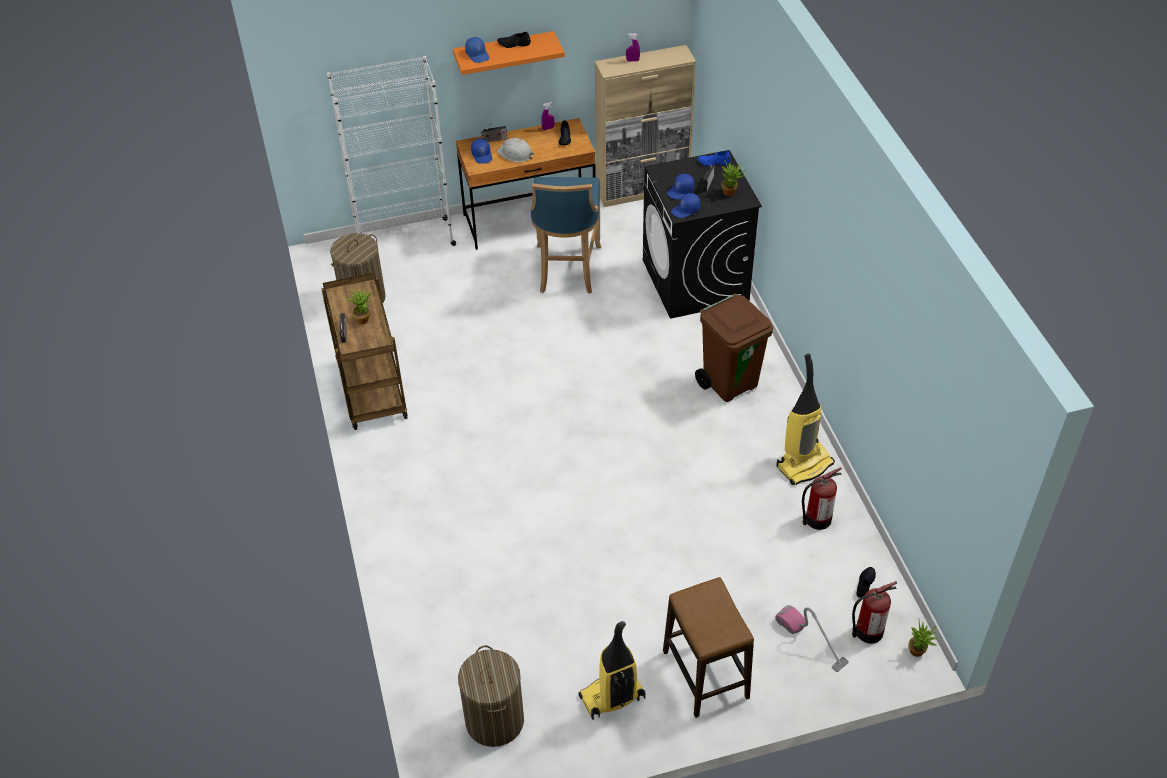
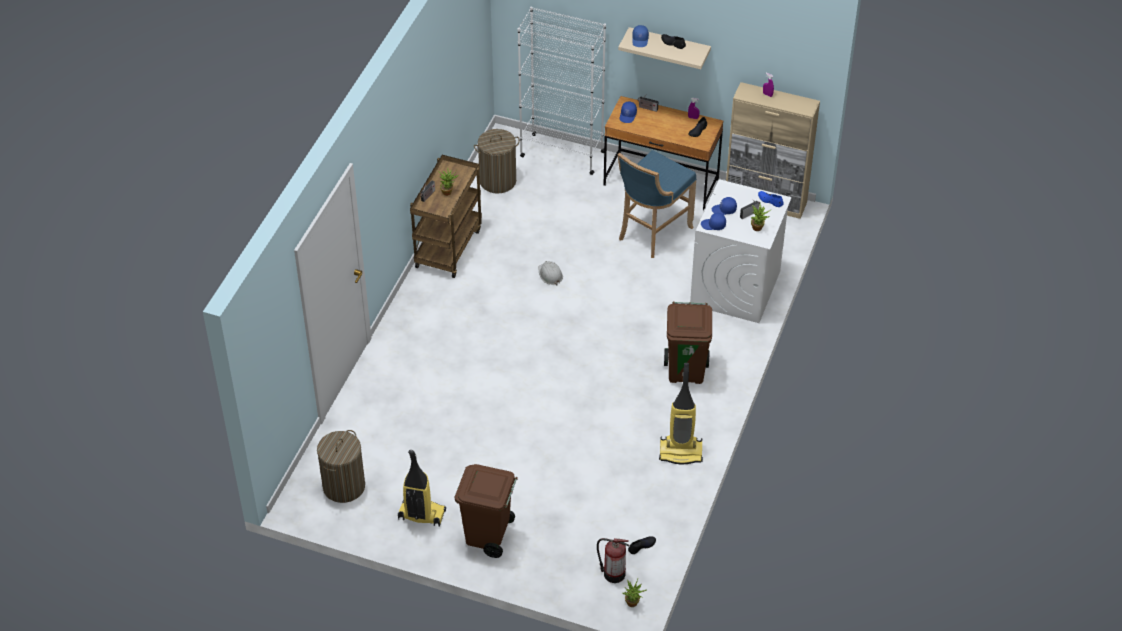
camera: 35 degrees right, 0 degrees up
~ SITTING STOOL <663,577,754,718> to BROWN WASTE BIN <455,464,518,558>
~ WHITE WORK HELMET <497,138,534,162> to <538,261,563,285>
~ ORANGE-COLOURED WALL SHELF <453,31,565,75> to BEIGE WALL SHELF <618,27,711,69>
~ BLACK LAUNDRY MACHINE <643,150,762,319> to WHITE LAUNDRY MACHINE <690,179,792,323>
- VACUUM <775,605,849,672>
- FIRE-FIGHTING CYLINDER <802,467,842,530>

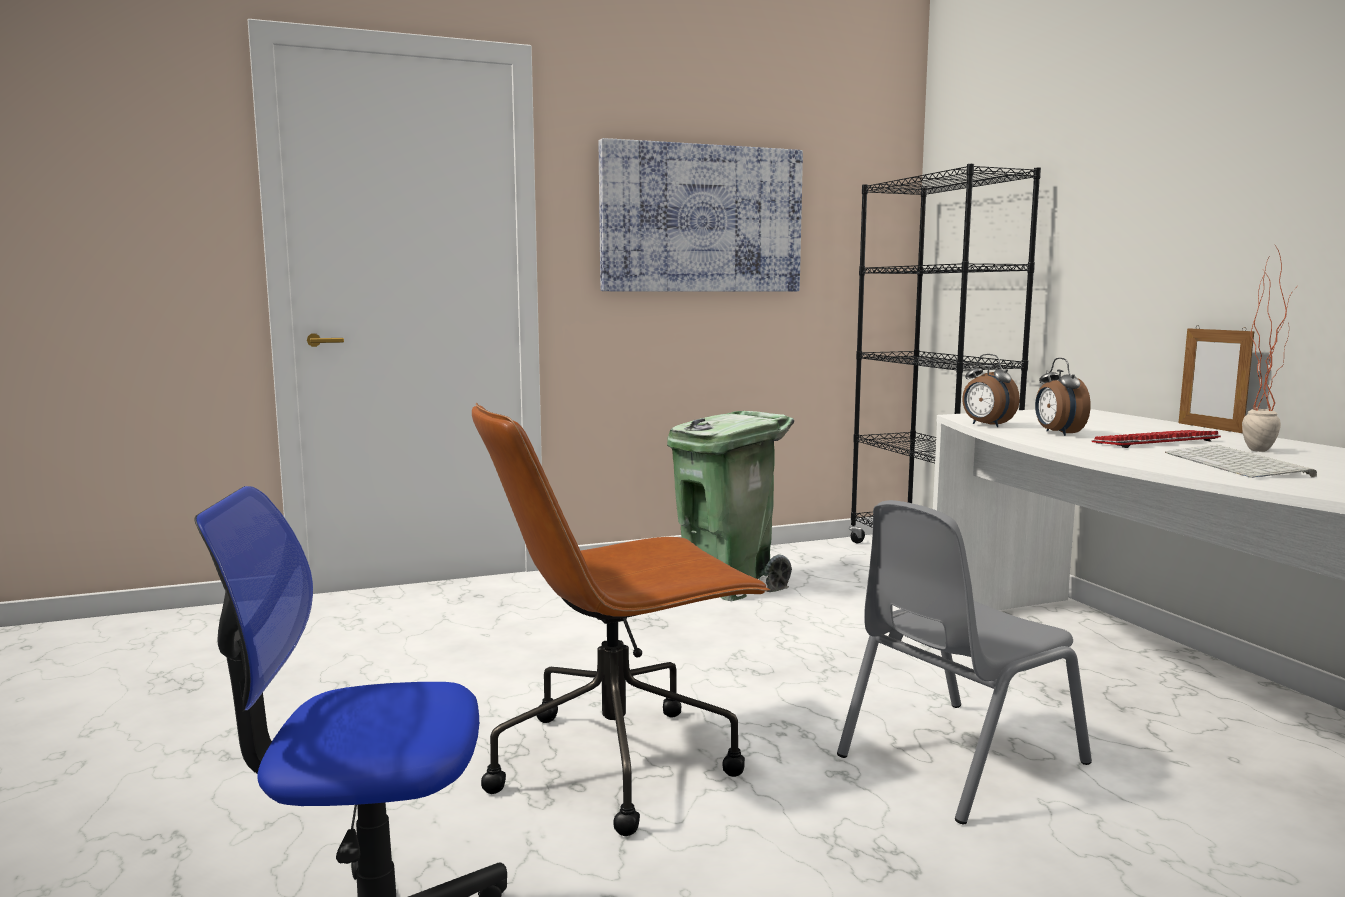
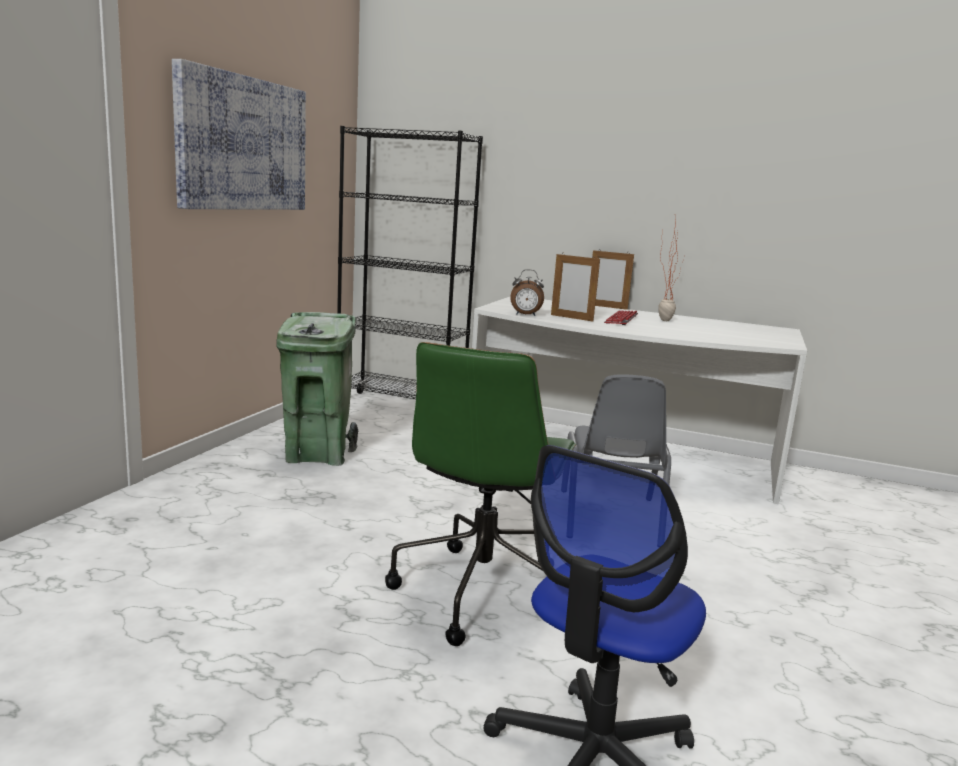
camera: 50 degrees left, 5 degrees up
~ BROWN OFFICE CHAIR <472,403,770,836> to GREENISH OFFICE CHAIR <385,342,577,646>
~ TABLE CLOCK <1035,358,1091,436> to PHOTO FRAME <551,254,600,321>
- COMPUTER KEYBOARD <1165,445,1317,478>

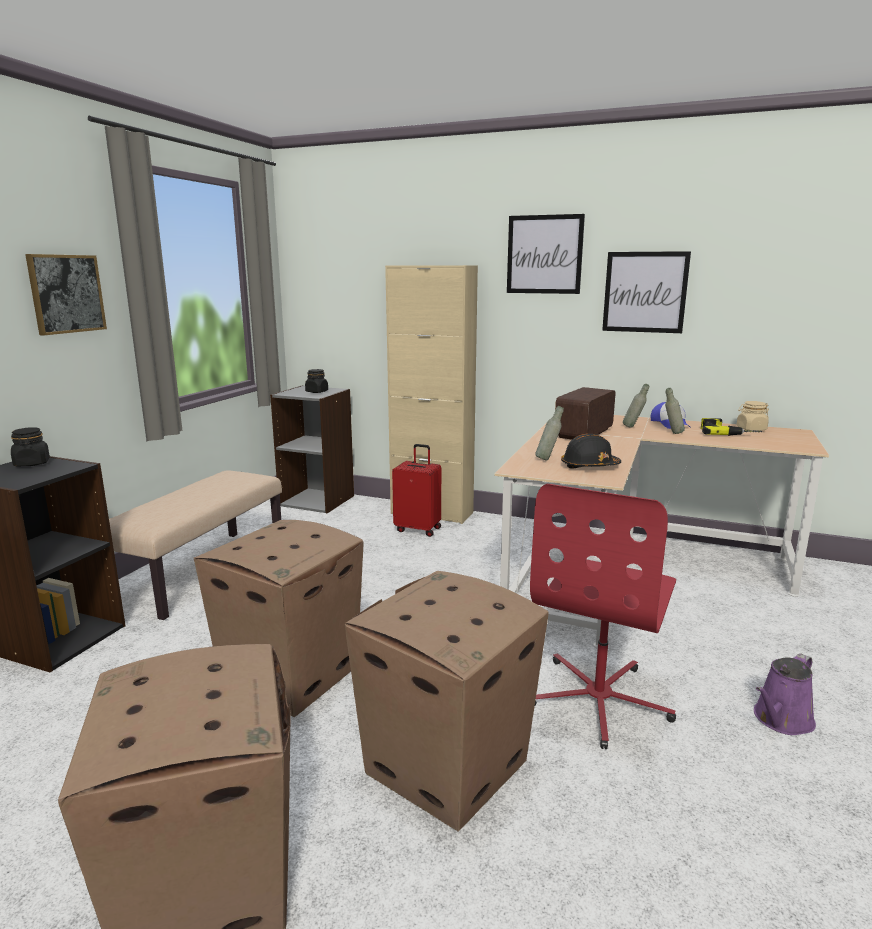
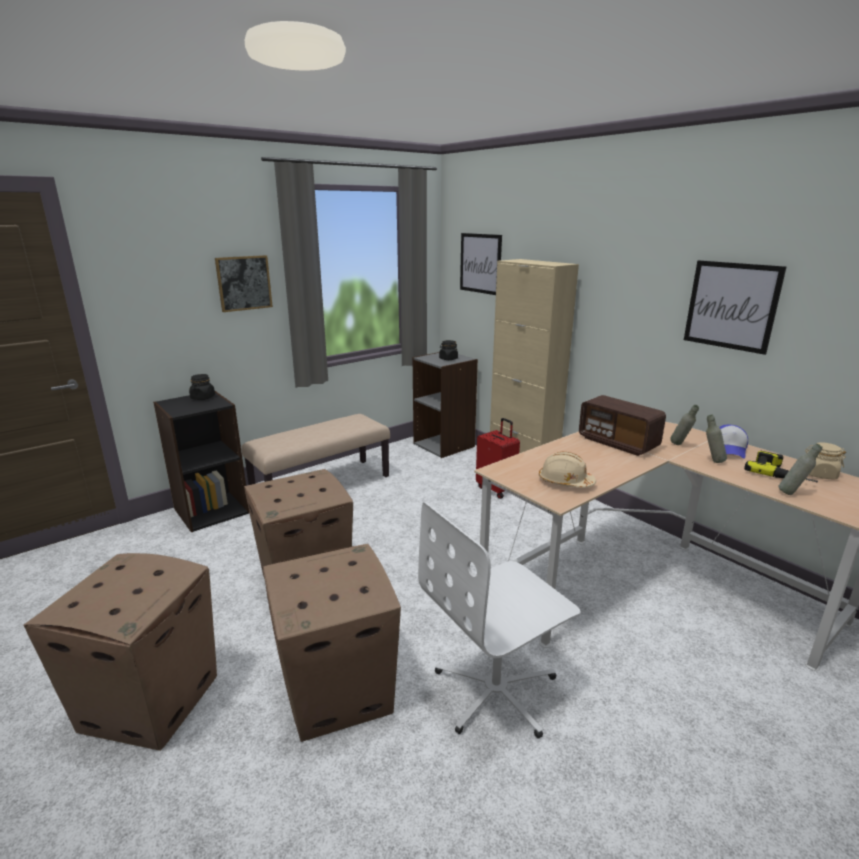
camera: 30 degrees right, 5 degrees up
~ REDDISH OFFICE CHAIR <530,484,676,749> to WHITE OFFICE CHAIR <418,502,581,739>
~ PICTURE <507,214,585,294> to <460,233,502,295>
~ BLACK WORK HELMET <561,434,621,469> to BEIGE WORK HELMET <539,451,596,488>
~ RADIO RECEIVER <555,387,615,440> = <579,395,666,456> 105 degrees counterclockwise
~ GREYISH DRINK BOTTLE <535,406,564,460> to <778,444,822,495>
- PURPLE WATERING CAN <754,653,816,735>

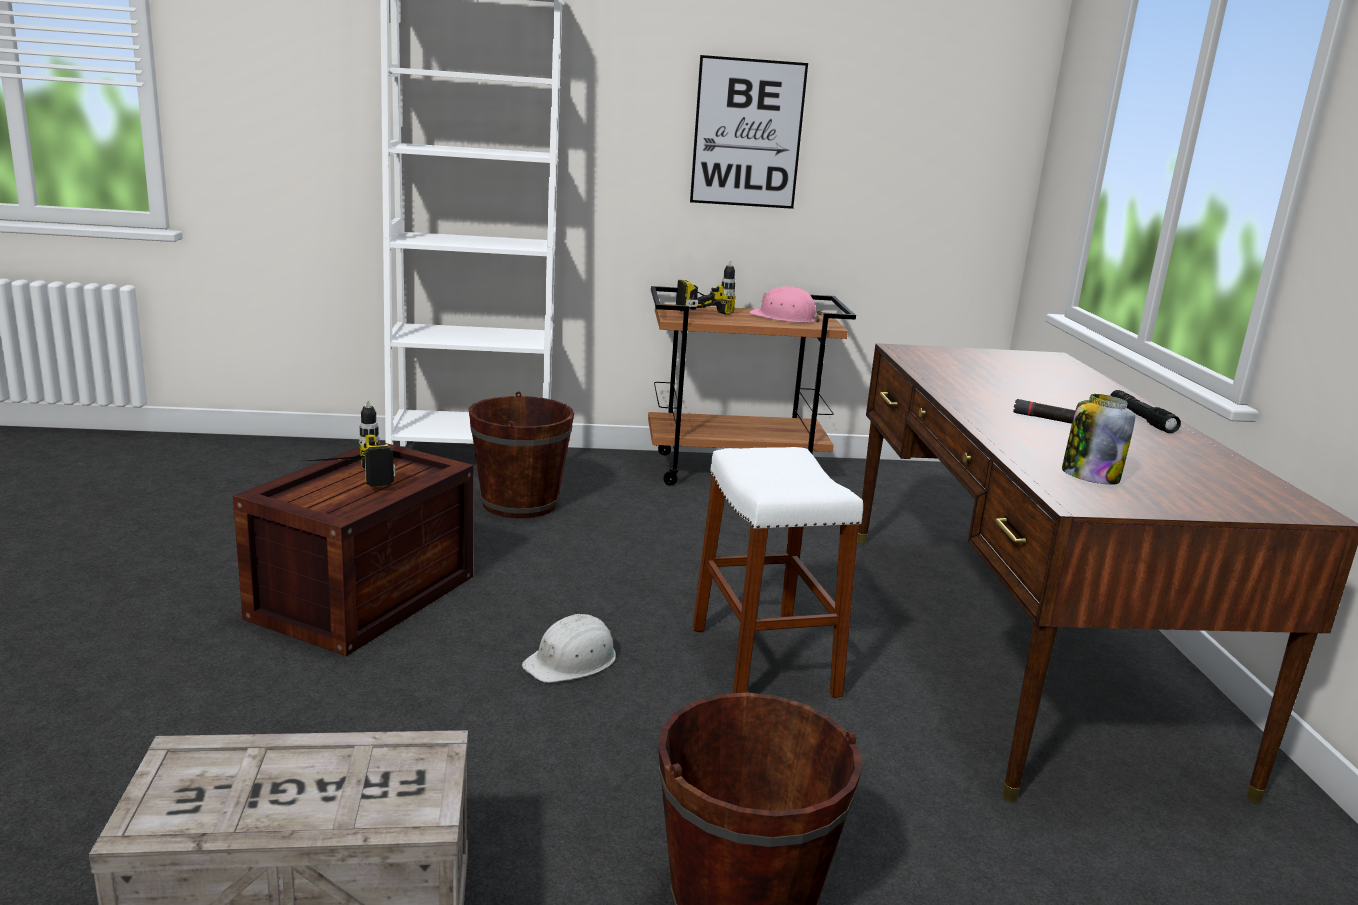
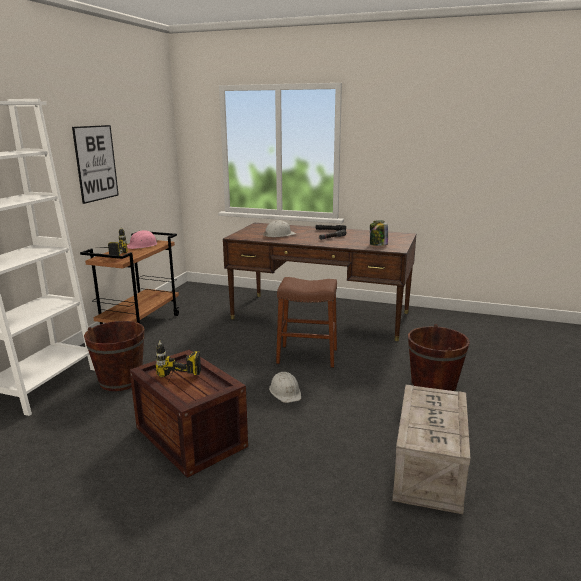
camera: 65 degrees left, 0 degrees up
+ WHITE WORK HELMET <263,221,296,237>
~ WHITE SITTING STOOL <693,447,863,698> to BROWN SITTING STOOL <276,277,337,368>

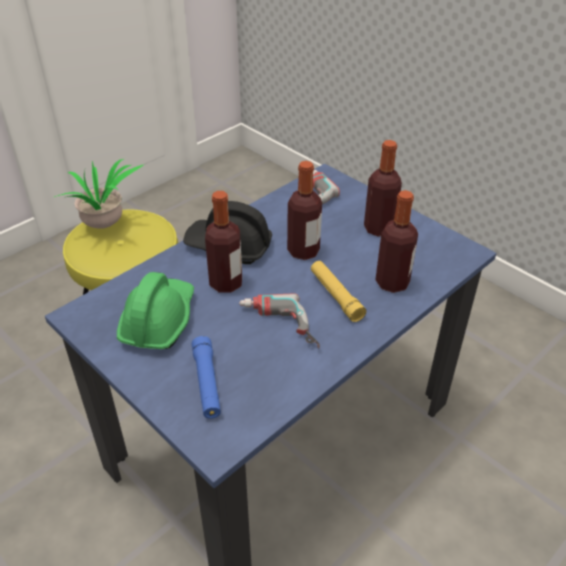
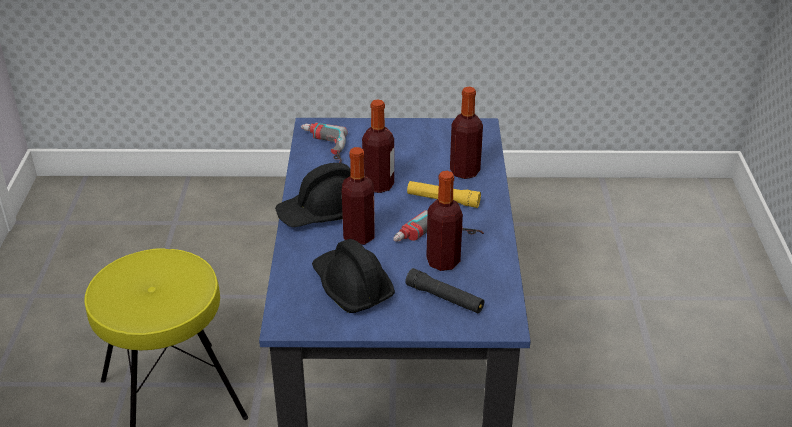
camera: 45 degrees left, 5 degrees down
~ GREENISH WORK HELMET <117,272,194,349> to BLACK WORK HELMET <312,239,395,313>
~ BLUISH HAND TORCH <192,336,221,419> to BLACK HAND TORCH <405,268,484,313>
~ DRINK BOTTLE <364,140,402,237> to <426,171,463,271>
- POTTED PLANT <54,159,145,229>

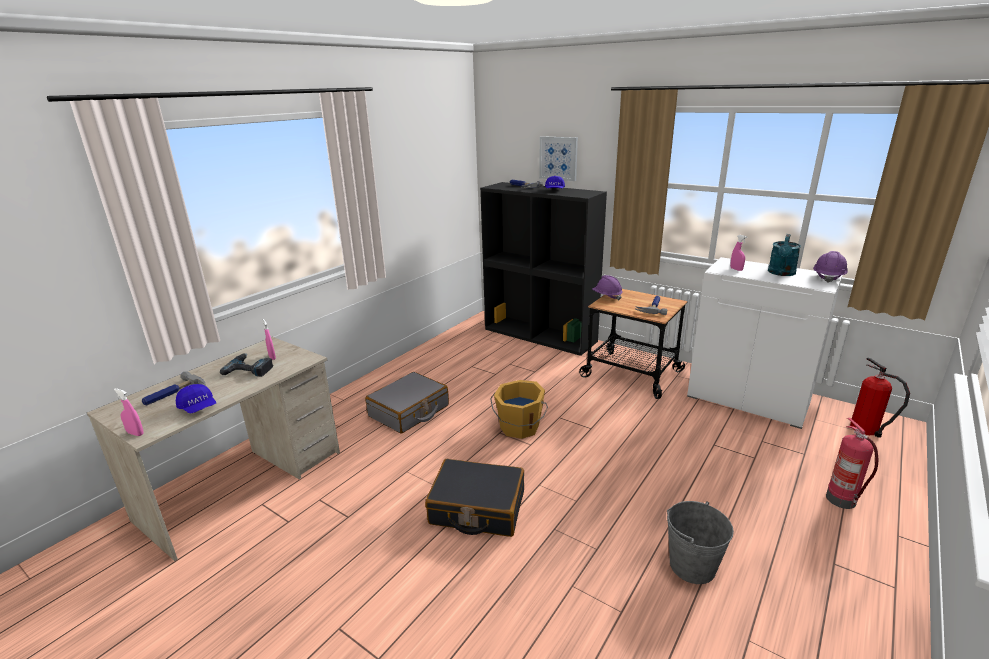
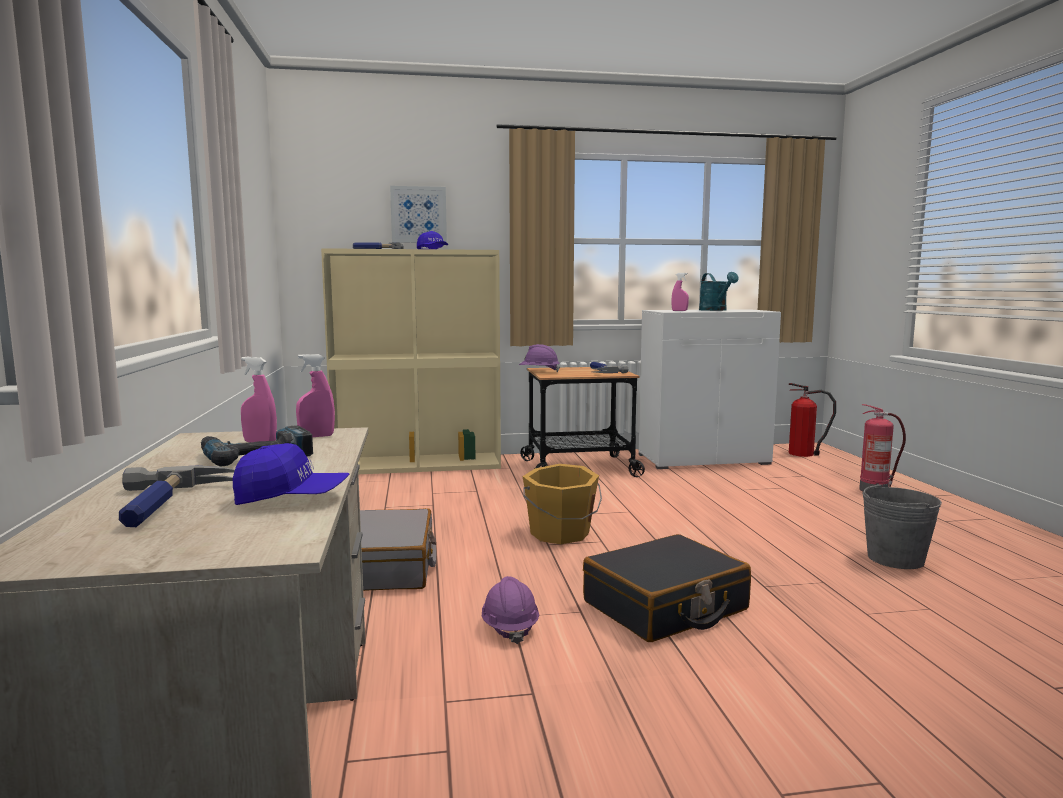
camera: 45 degrees left, 15 degrees down
~ PINK SPRAYER <114,389,144,436> to <296,354,335,437>
~ BLACK BOOKCASE <480,182,607,356> to BEIGE BOOKCASE <321,248,501,474>
~ PURPLE WORK HELMET <813,251,848,283> to <482,576,539,644>

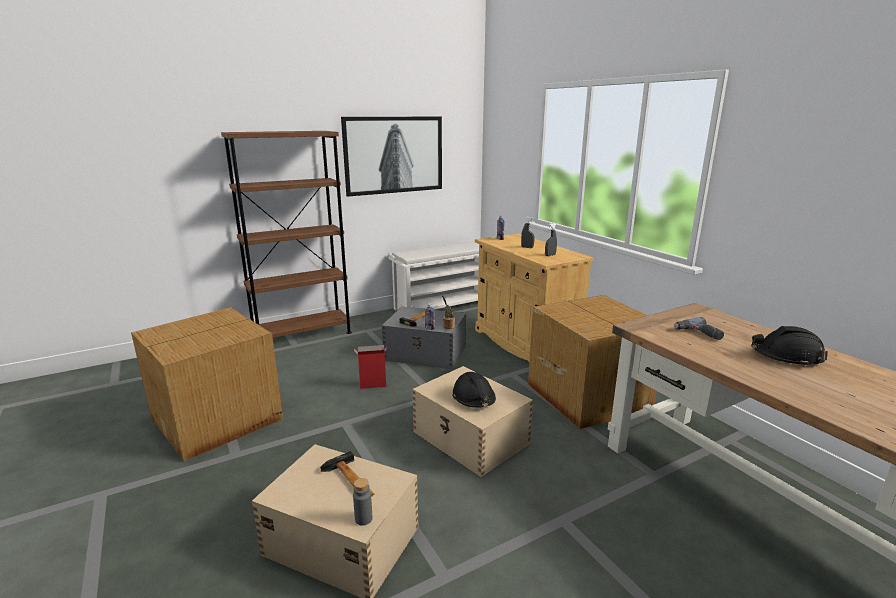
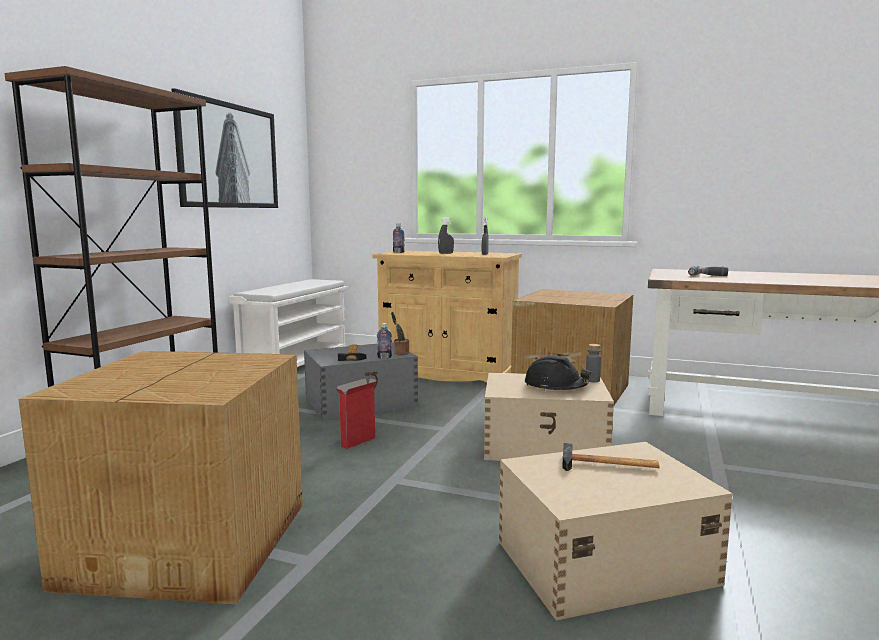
camera: 40 degrees left, 10 degrees down
~ GREYISH DRINK BOTTLE <353,478,373,526> to <586,344,601,382>
- BLACK WORK HELMET <751,326,828,367>

